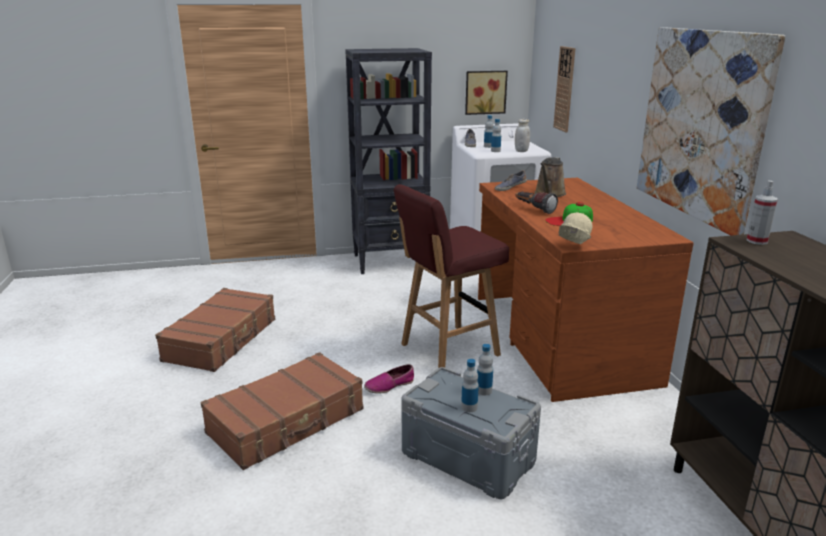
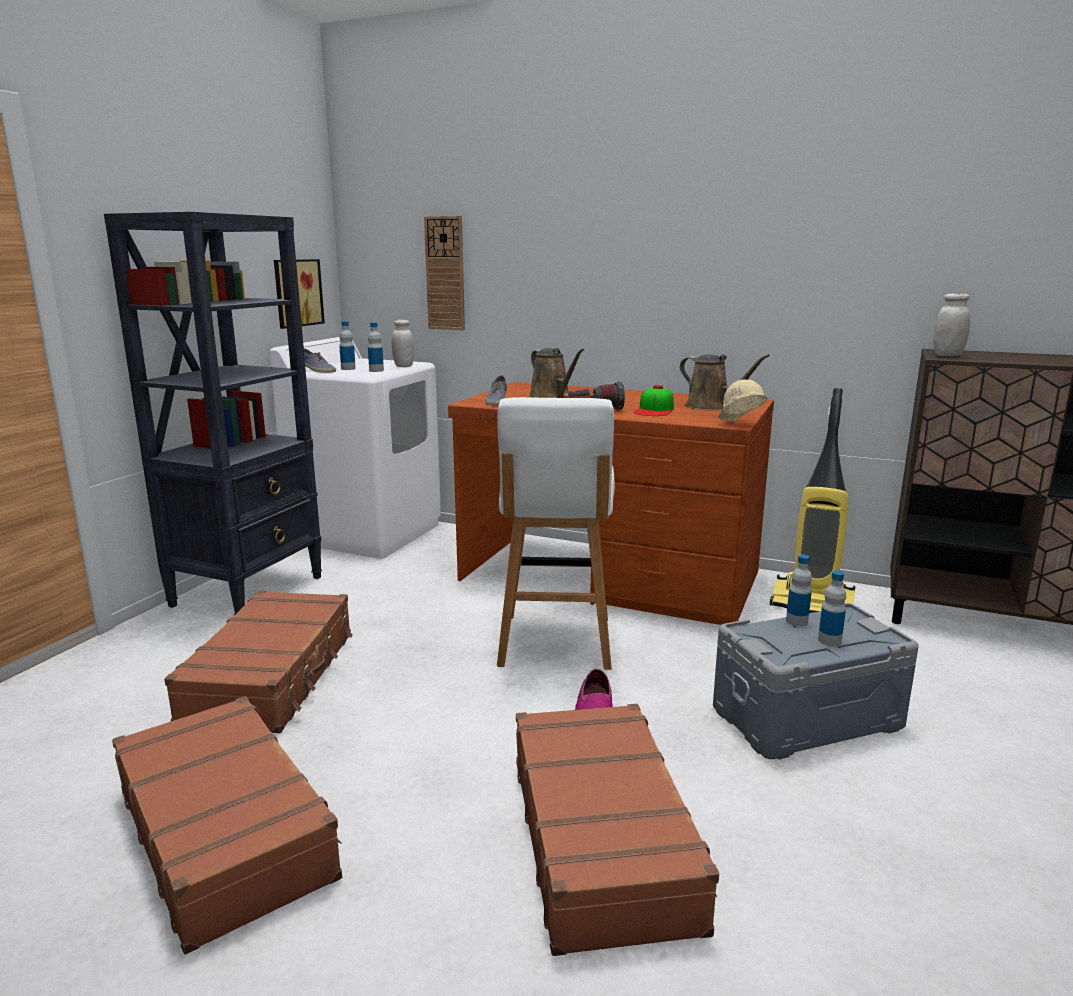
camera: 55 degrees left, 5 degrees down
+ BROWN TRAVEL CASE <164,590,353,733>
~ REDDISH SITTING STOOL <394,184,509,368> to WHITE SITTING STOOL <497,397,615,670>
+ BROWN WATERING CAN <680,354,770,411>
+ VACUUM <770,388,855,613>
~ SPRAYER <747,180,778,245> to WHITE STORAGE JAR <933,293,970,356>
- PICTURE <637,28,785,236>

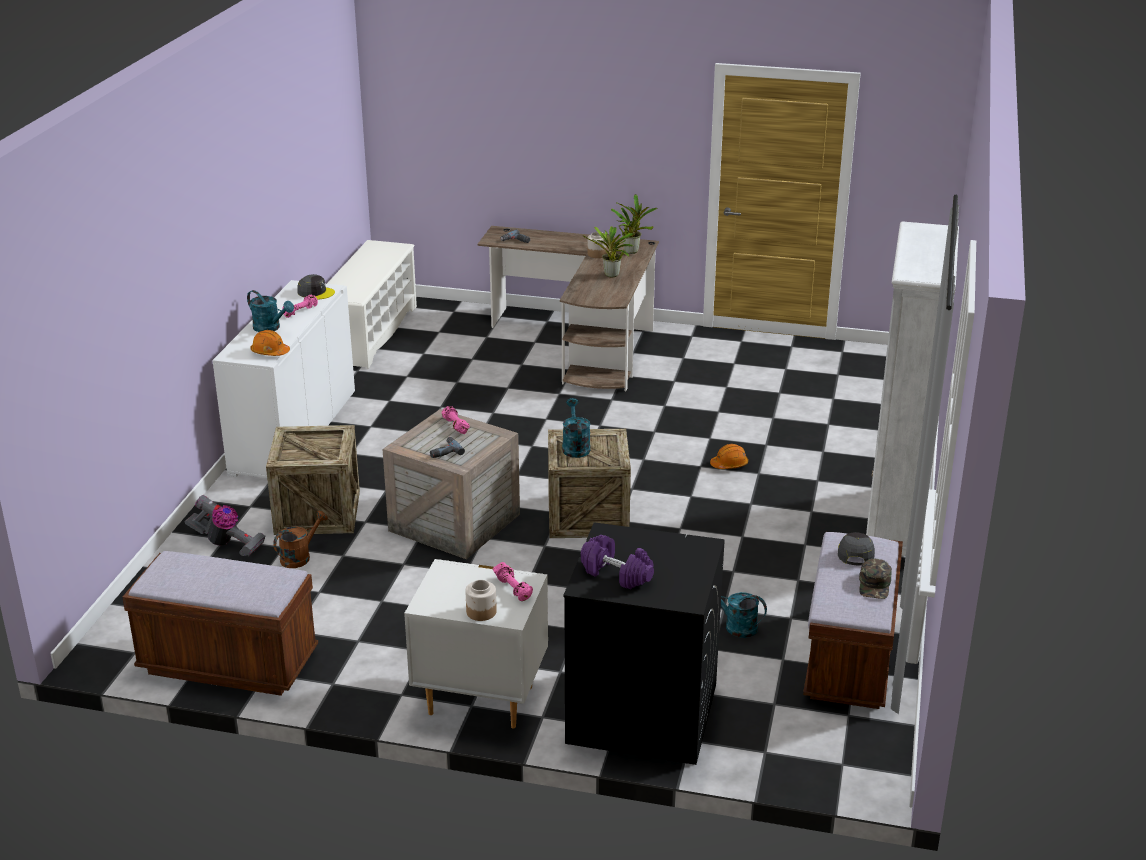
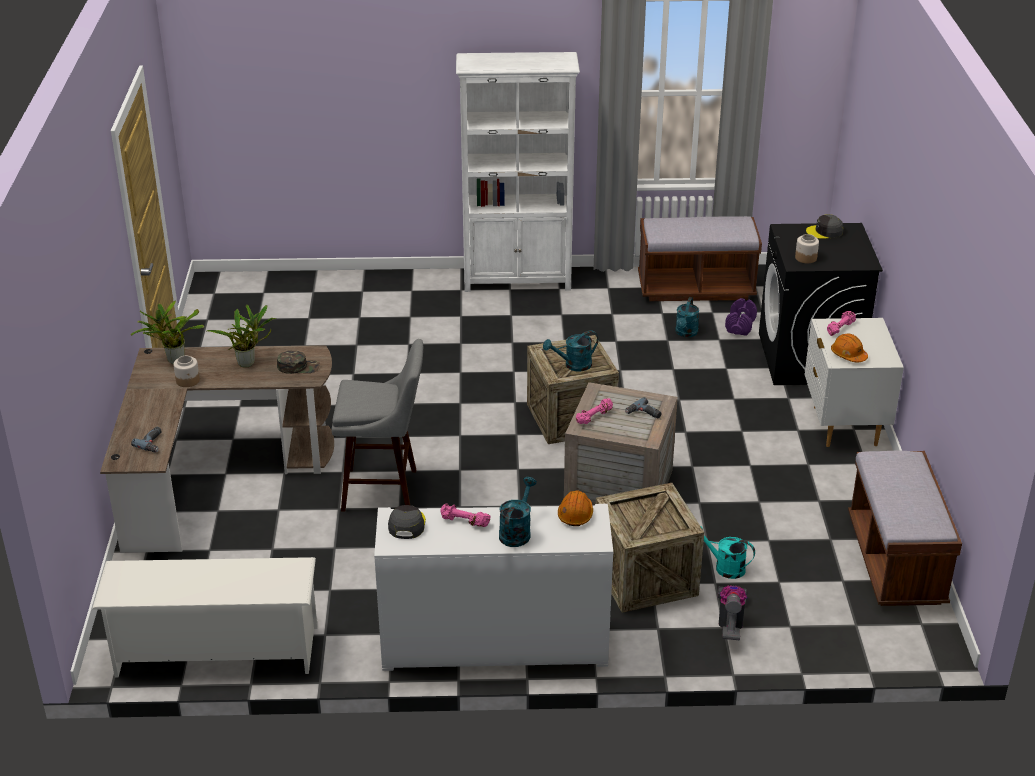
camera: 105 degrees left, 5 degrees up
~ GREENISH BASEBALL CAP <859,559,892,599> to <277,350,320,374>
+ GREYISH SITTING STOOL <331,339,423,512>
~ BROWN WATERING CAN <273,511,328,568> to TURQUOISE-COLOURED WATERING CAN <701,526,755,579>
~ PURPLE FREE WEIGHT <581,535,654,590> to <725,298,757,336>
~ STORAGE JAR <465,580,497,621> to <795,234,819,263>
~ GREYISH BASEBALL CAP <838,532,875,566> to <806,214,843,239>
~ ORANGE-COLOURED WORK HELMET <710,444,748,469> to <831,333,868,363>

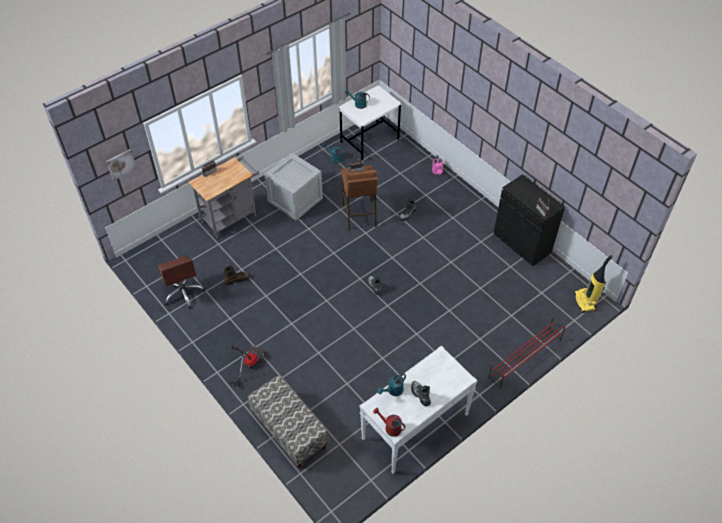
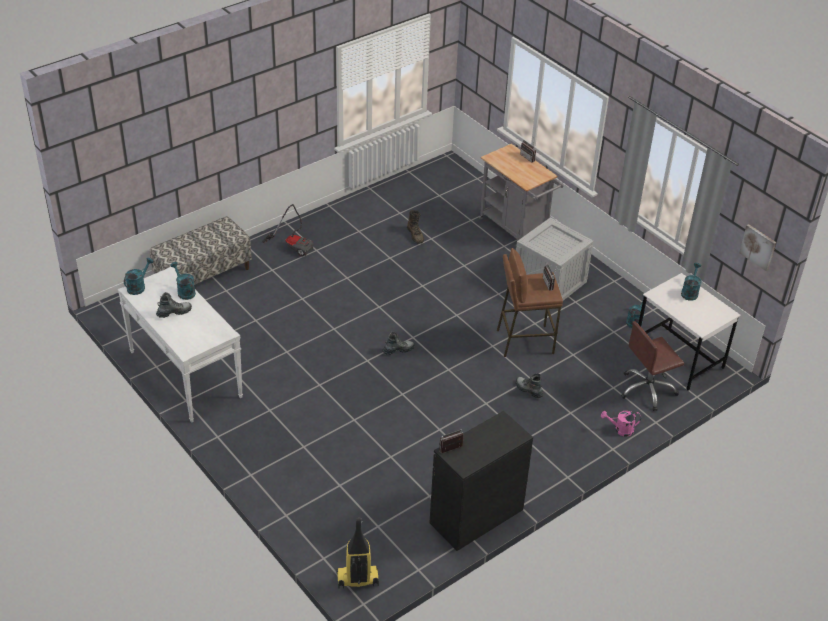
camera: 90 degrees right, 10 degrees down
~ REDDISH WATERING CAN <373,408,405,437> to TURQUOISE-COLOURED WATERING CAN <124,258,153,295>
~ BROWN OFFICE CHAIR <158,255,206,309> to <621,321,684,411>
~ PICTURE <106,149,137,181> to <739,224,776,271>
- REDDISH SHOE SHELF <488,316,566,389>

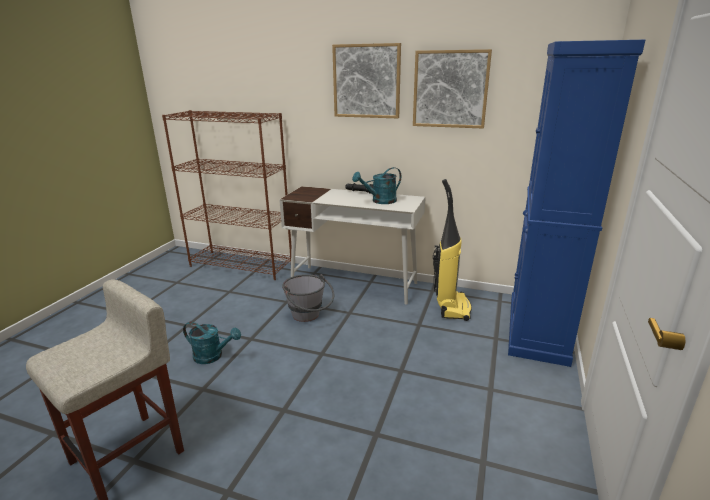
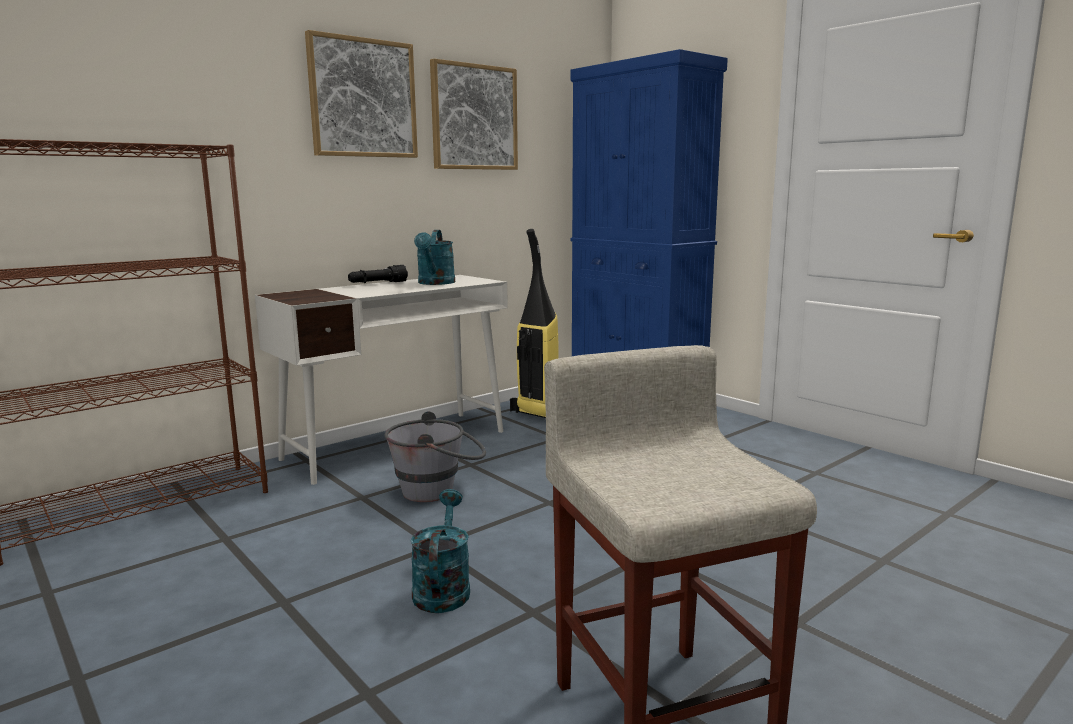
camera: 60 degrees left, 10 degrees down
~ TURQUOISE-COLOURED WATERING CAN <183,322,241,364> = <411,489,470,613> 45 degrees counterclockwise

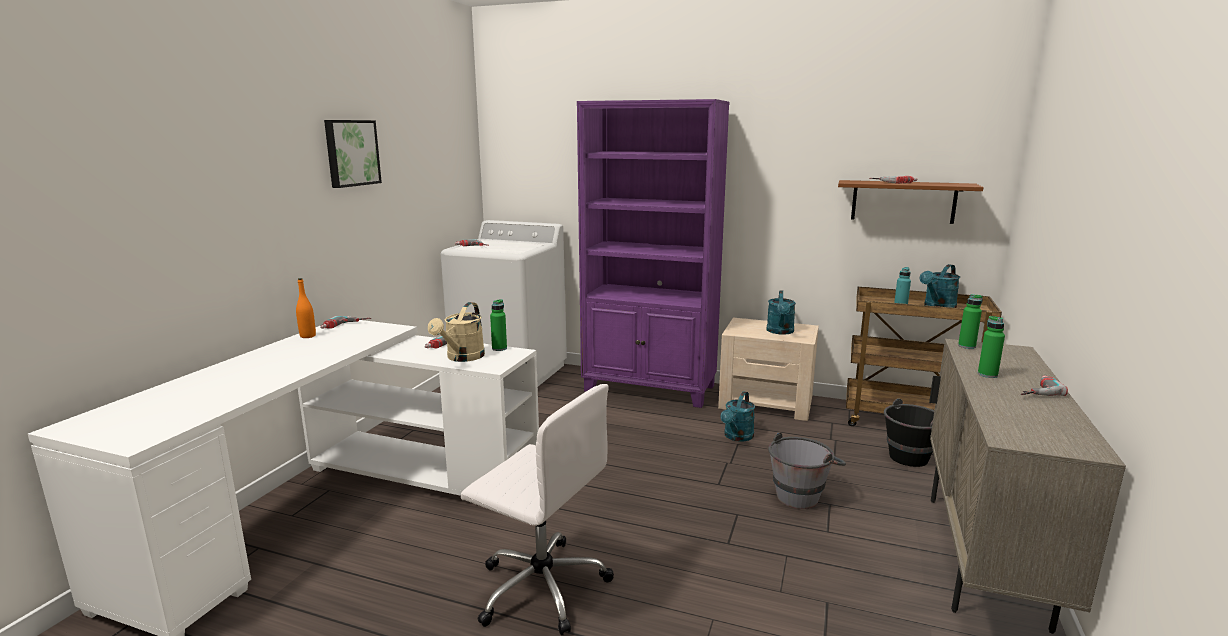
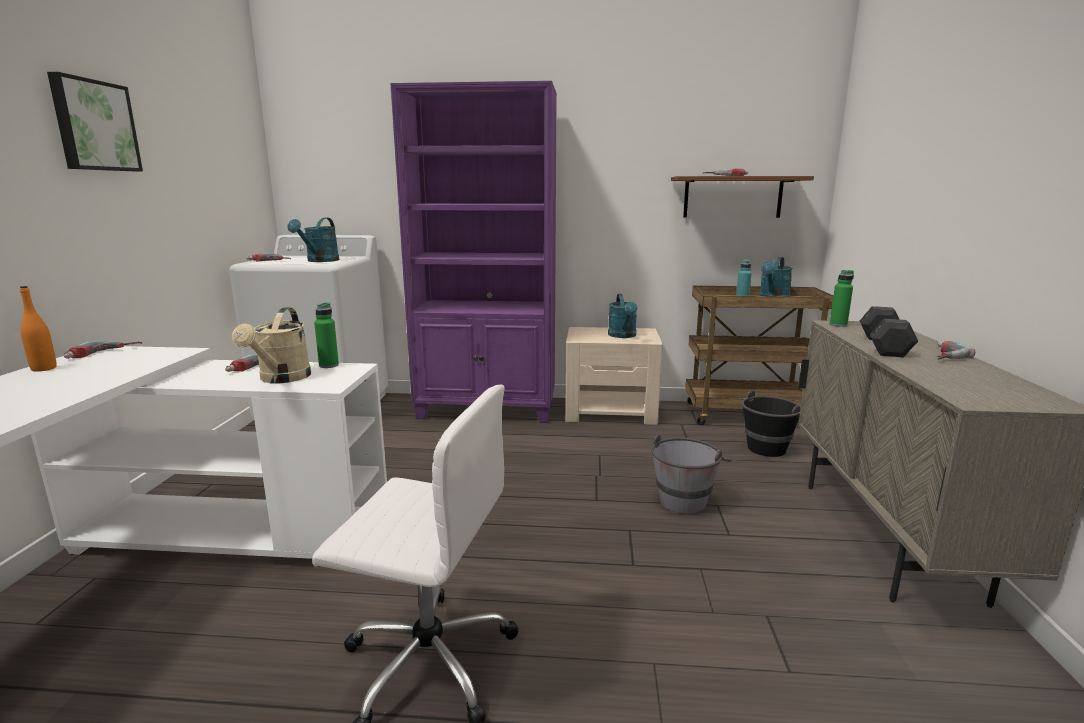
camera: 15 degrees left, 0 degrees up
~ TURQUOISE-COLOURED WATERING CAN <721,391,755,442> to <288,218,340,262>
~ GREENISH DRINK BOTTLE <978,316,1005,378> to GREYISH FREE WEIGHT <860,306,918,357>

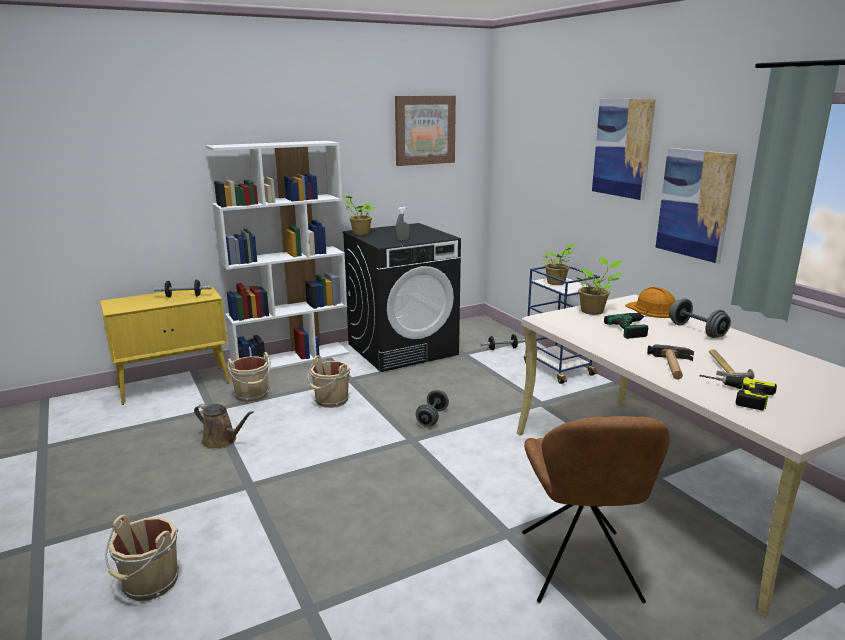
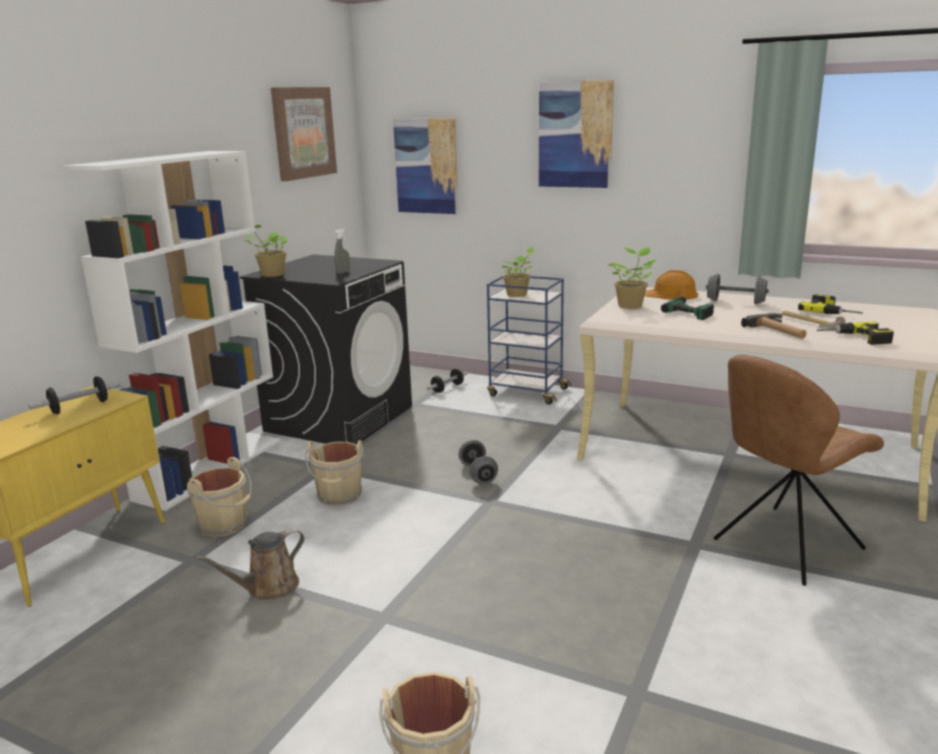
camera: 35 degrees left, 0 degrees up
~ BROWN WATERING CAN <194,404,254,449> = <195,528,304,600> 150 degrees clockwise
~ PICTURE <655,148,738,264> to <393,118,459,214>
~ BROWN PLAIN CHAIR <522,416,670,603> = <714,354,884,586> 90 degrees clockwise
+ POWER DRILL <798,294,863,314>

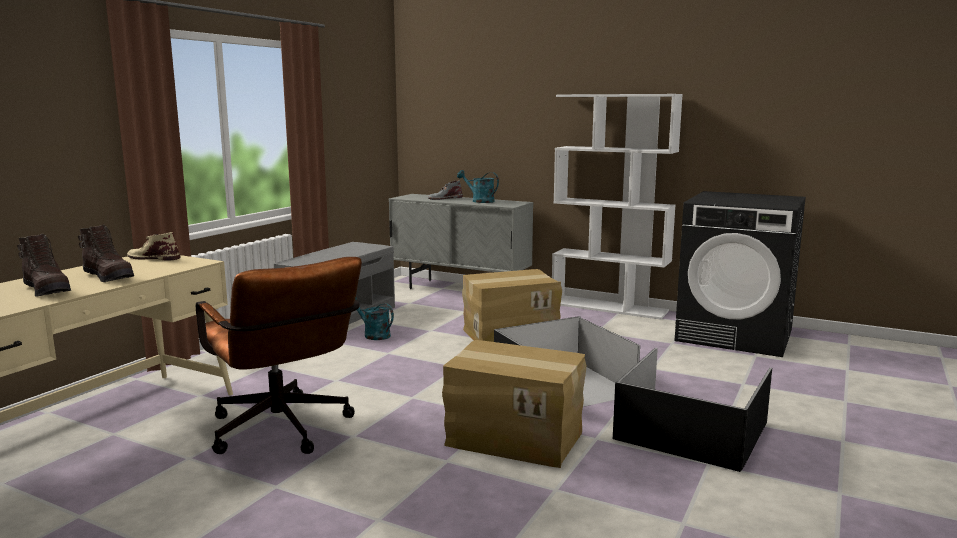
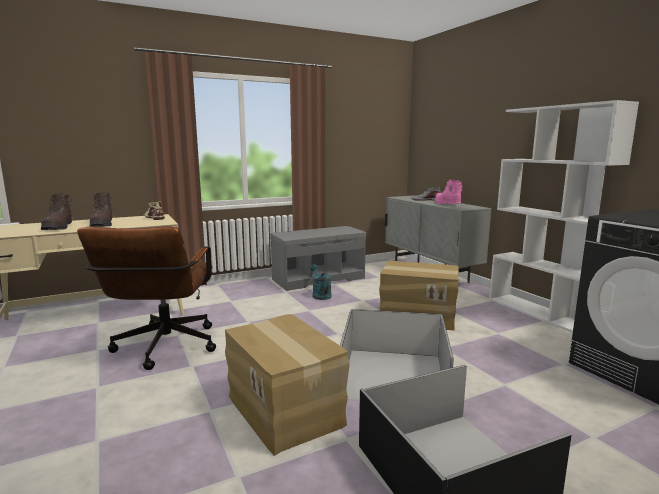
camera: 35 degrees right, 0 degrees up
~ TURQUOISE-COLOURED WATERING CAN <457,170,499,203> to PINK BOOT <435,179,463,204>

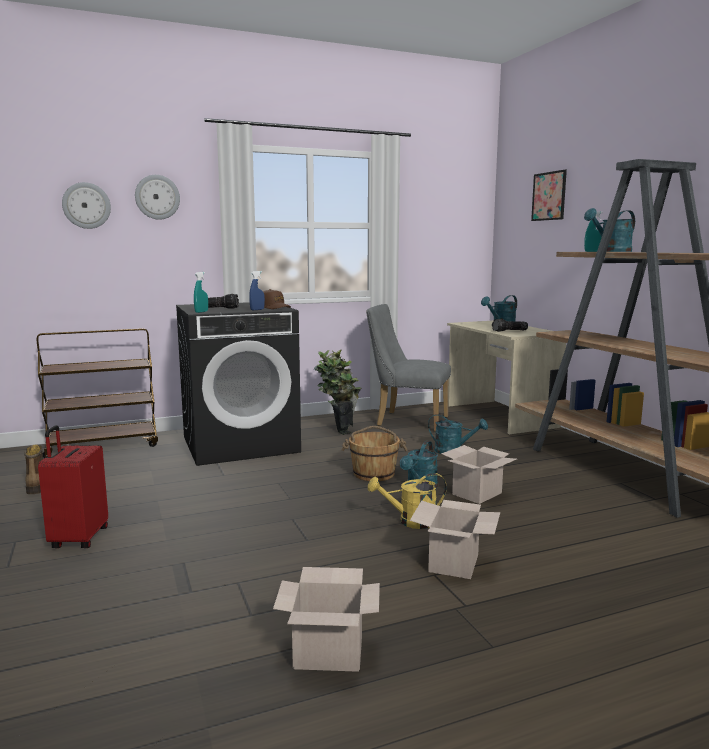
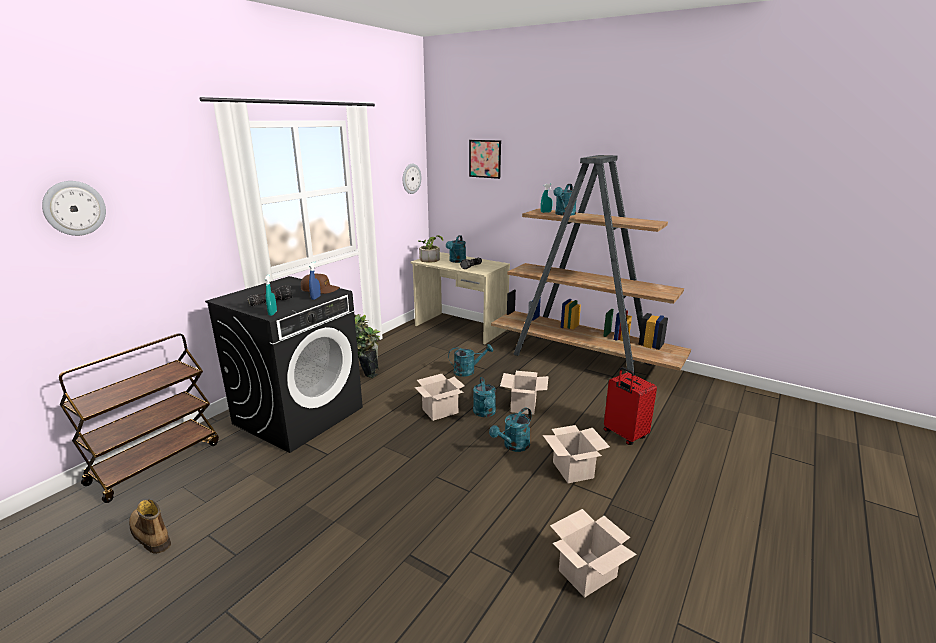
camera: 35 degrees left, 10 degrees up
~ CLOCK ON THE WALL <135,175,180,220> to <403,164,421,194>
~ BROWN BUCKET <341,426,408,481> to CARDBOARD BOX <414,374,465,421>
+ POTTED PLANT <418,235,443,263>
~ YELLOW-COLOURED WATERING CAN <368,473,447,529> to TURQUOISE-COLOURED WATERING CAN <489,407,532,452>
~ REDDISH TRAVEL CASE <38,425,108,548> to <604,367,657,445>
- GREYISH PLAIN CHAIR <366,304,451,432>

